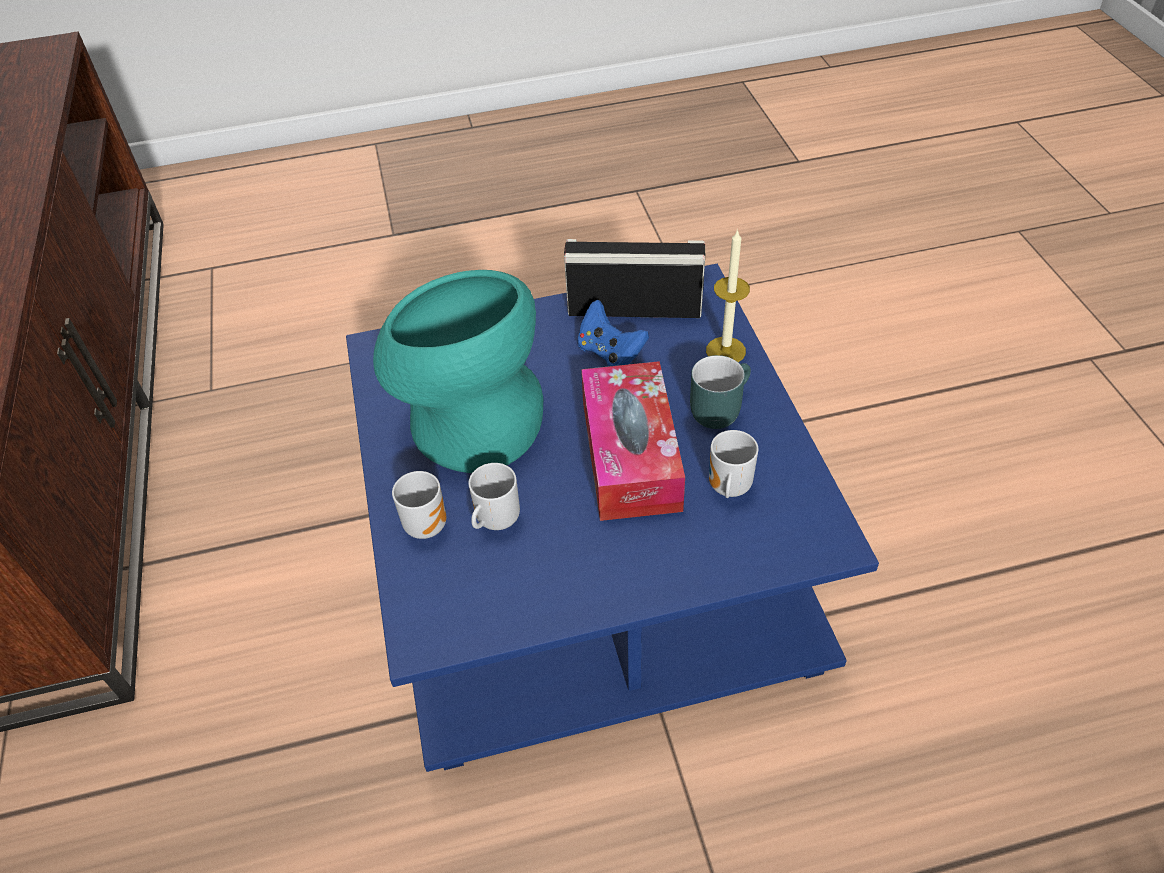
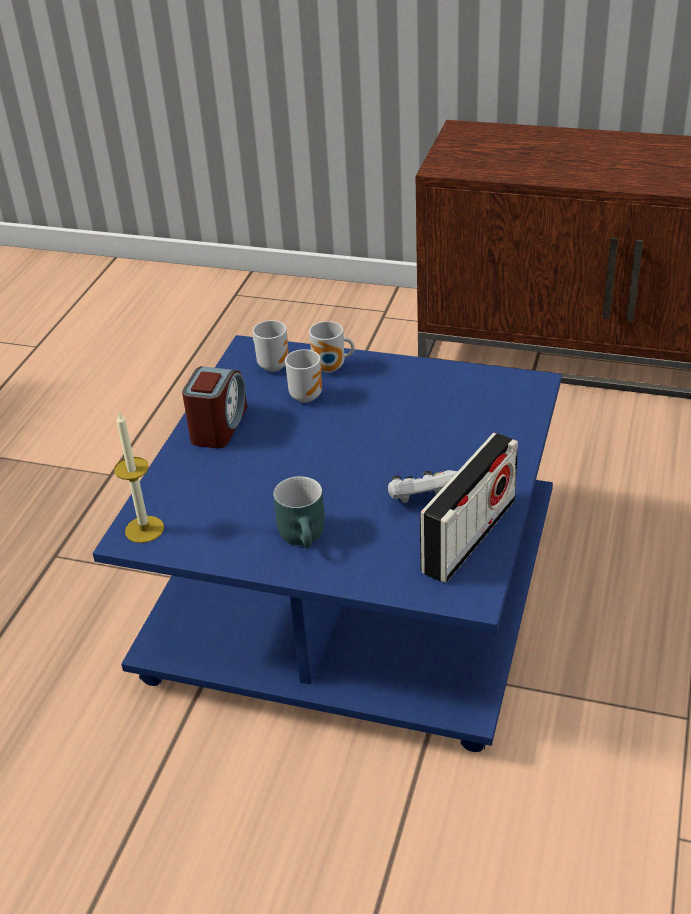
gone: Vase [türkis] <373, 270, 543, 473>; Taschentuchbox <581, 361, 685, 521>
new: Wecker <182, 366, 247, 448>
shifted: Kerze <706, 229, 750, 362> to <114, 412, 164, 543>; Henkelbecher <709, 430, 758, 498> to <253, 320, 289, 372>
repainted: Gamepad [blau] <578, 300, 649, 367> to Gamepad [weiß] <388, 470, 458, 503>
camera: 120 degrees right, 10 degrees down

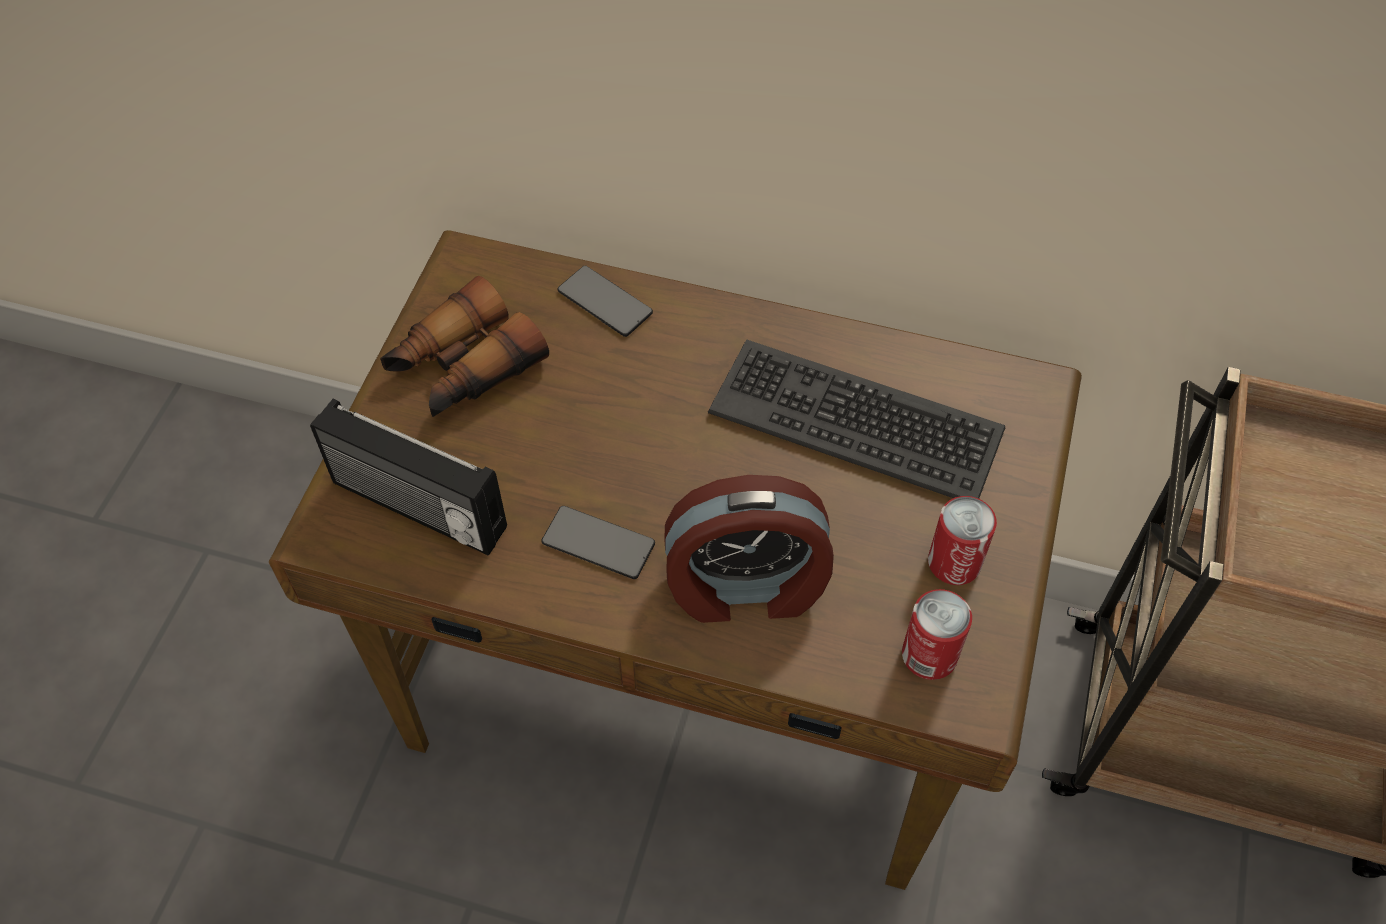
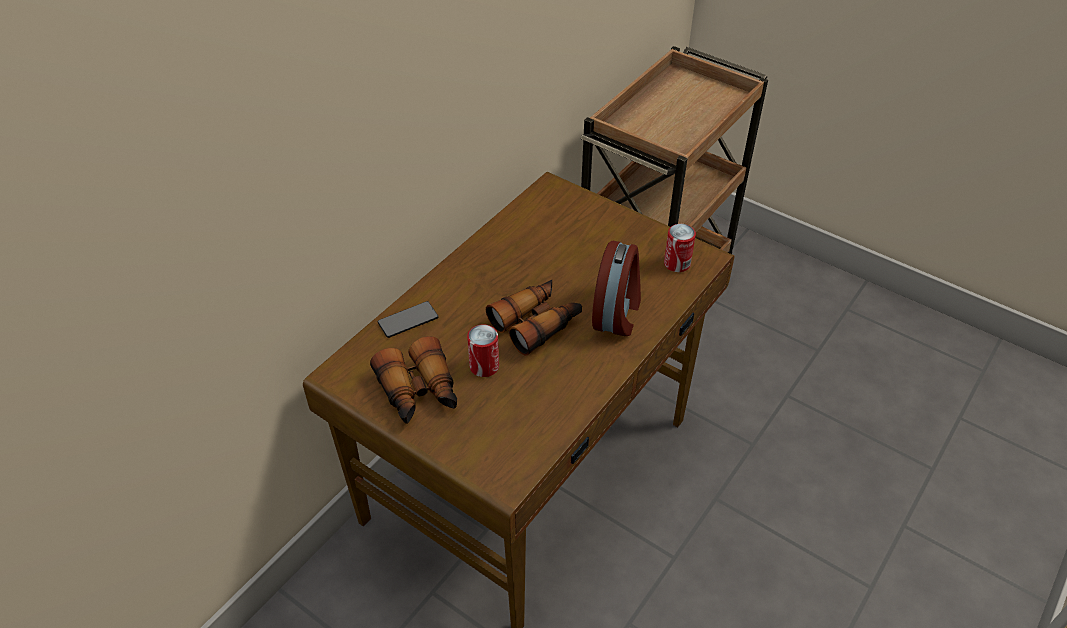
gone: Radio <310, 398, 507, 556>; Handy <541, 506, 655, 579>; Tastatur <708, 340, 1005, 499>
new: Fernglas <486, 280, 582, 356>
shifted: Dose <928, 496, 997, 585> to <467, 324, 499, 377>
camera: 70 degrees left, 10 degrees down

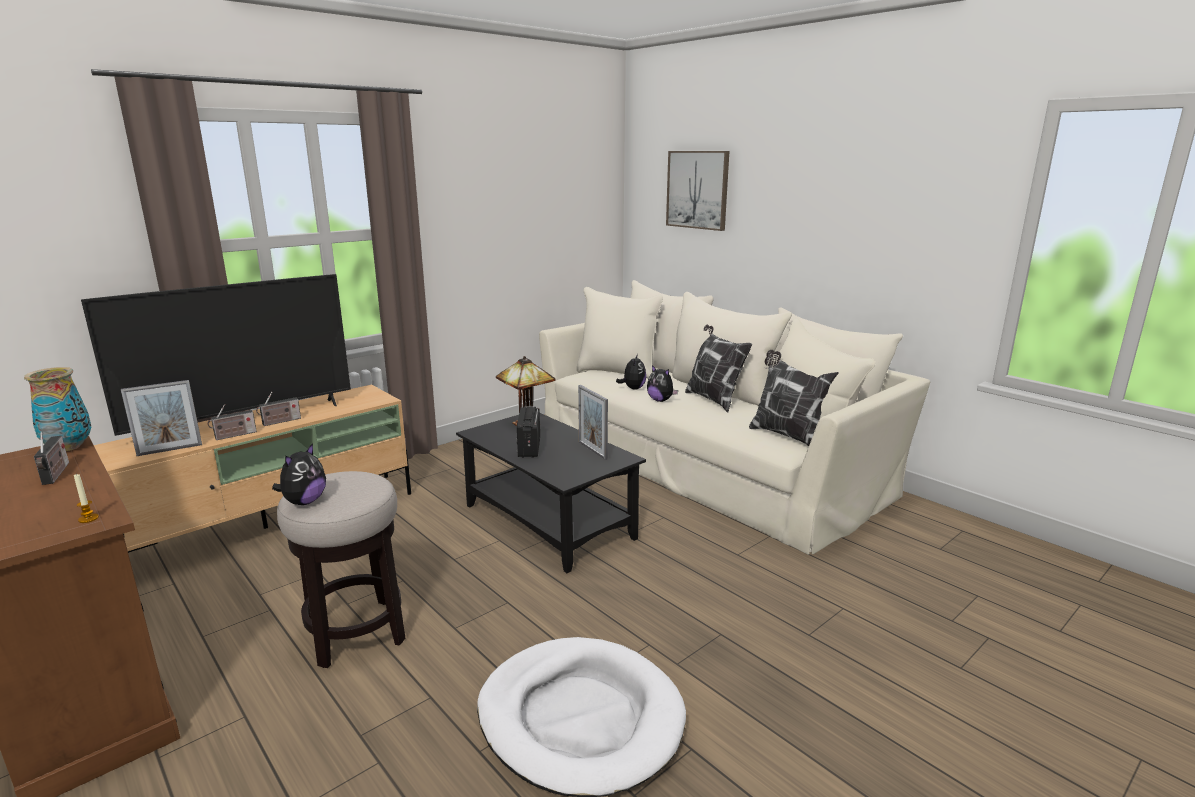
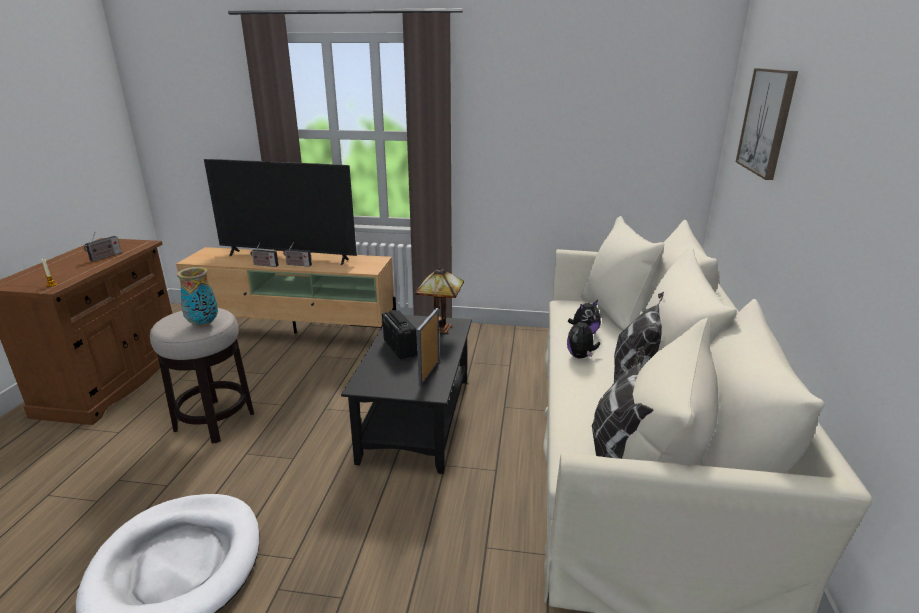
gone: Bilderrahmen <121, 380, 202, 456>; Plüschtier <272, 443, 326, 505>
shifted: Vase <24, 367, 91, 451> to <177, 267, 218, 327>
rotated: Radio <516, 406, 540, 458> = <382, 310, 417, 359> 105 degrees clockwise
camera: 50 degrees right, 5 degrees up

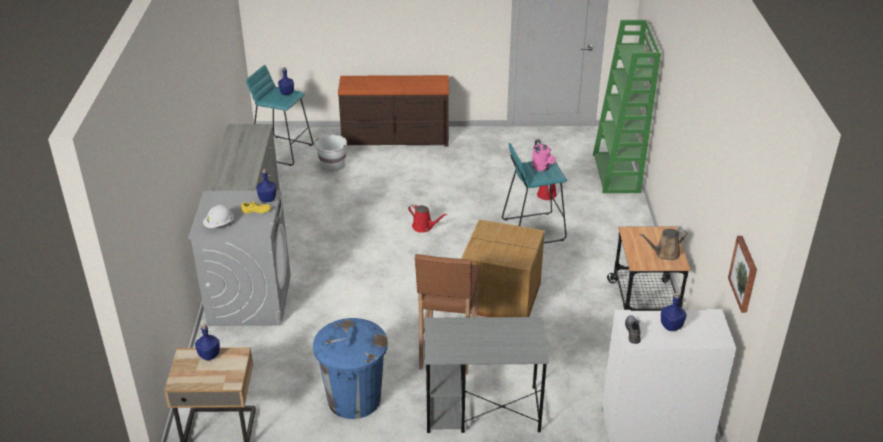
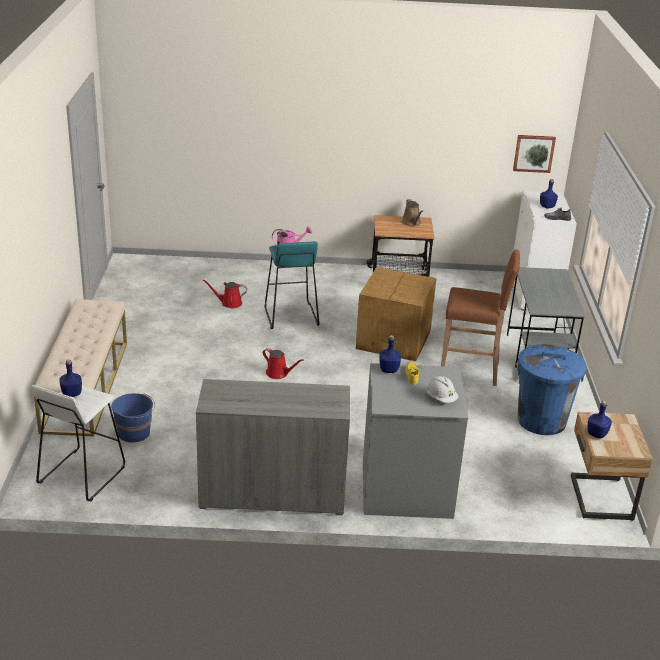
gone: Bücherregal [grün] <593, 20, 661, 193>
swapped: Kommode [braun] <338, 75, 449, 147> to Bank [beige] <34, 299, 127, 436>
repainted: Hocker [türkis] <246, 65, 313, 166> to Hocker [weiß] <31, 385, 125, 501>; Eimer [weiß] <314, 135, 347, 172> to Eimer [blau] <111, 393, 155, 443>
rotated: Gießkanne [rot] <408, 204, 447, 233> = <263, 348, 303, 379> 90 degrees clockwise
camera: 90 degrees left, 5 degrees down

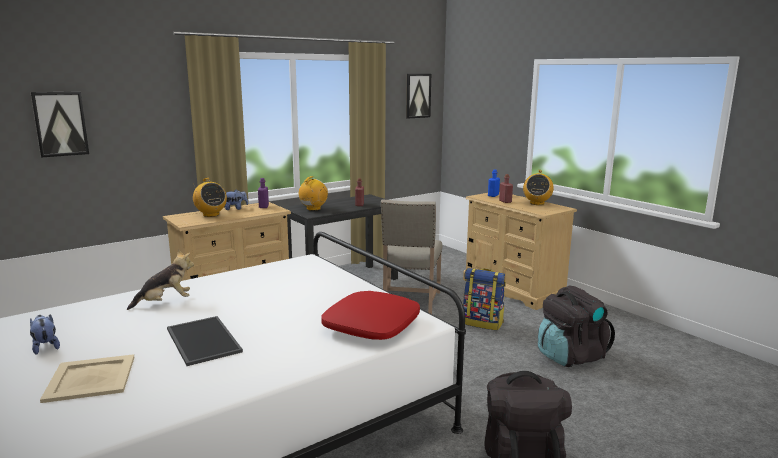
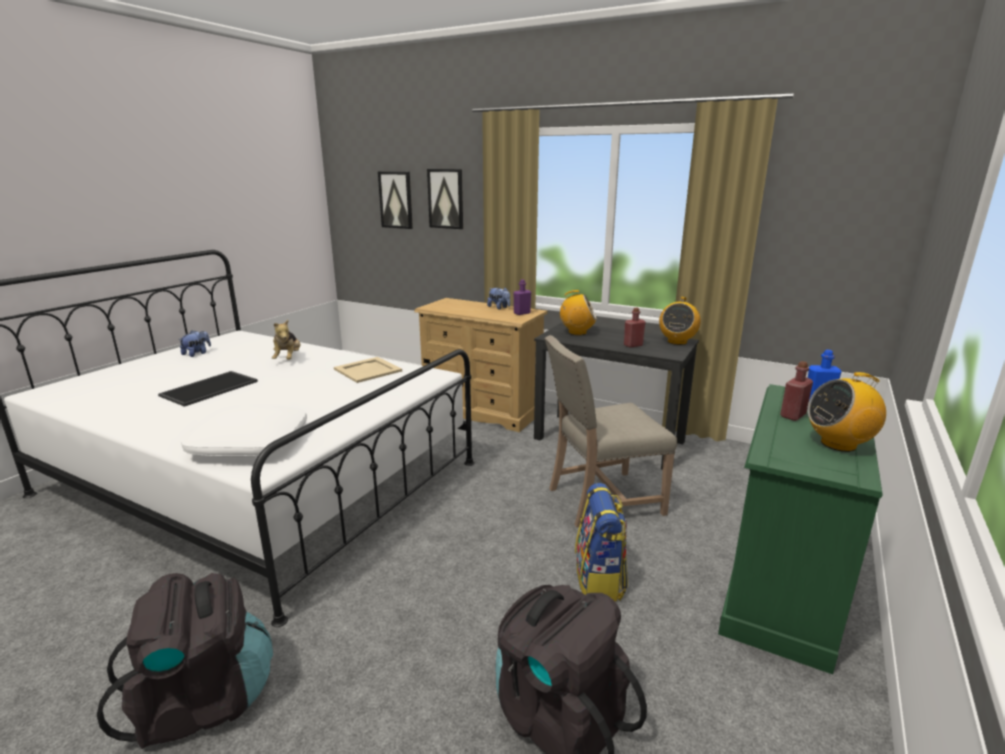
shifted: Tablett [beige] <40, 354, 135, 403> to <334, 357, 402, 383>; Radio <193, 178, 227, 217> to <659, 297, 701, 345>; Bild <406, 74, 431, 119> to <427, 169, 463, 229>
repainted: Kissen [rot] <321, 291, 420, 340> to Kissen [weiß] <181, 405, 307, 457>; Kommode [beige] <463, 191, 577, 310> to Kommode [grün] <718, 384, 883, 674>
rotated: Plüschtier <127, 249, 194, 310> = <272, 320, 300, 360> 45 degrees clockwise
camera: 65 degrees right, 5 degrees up

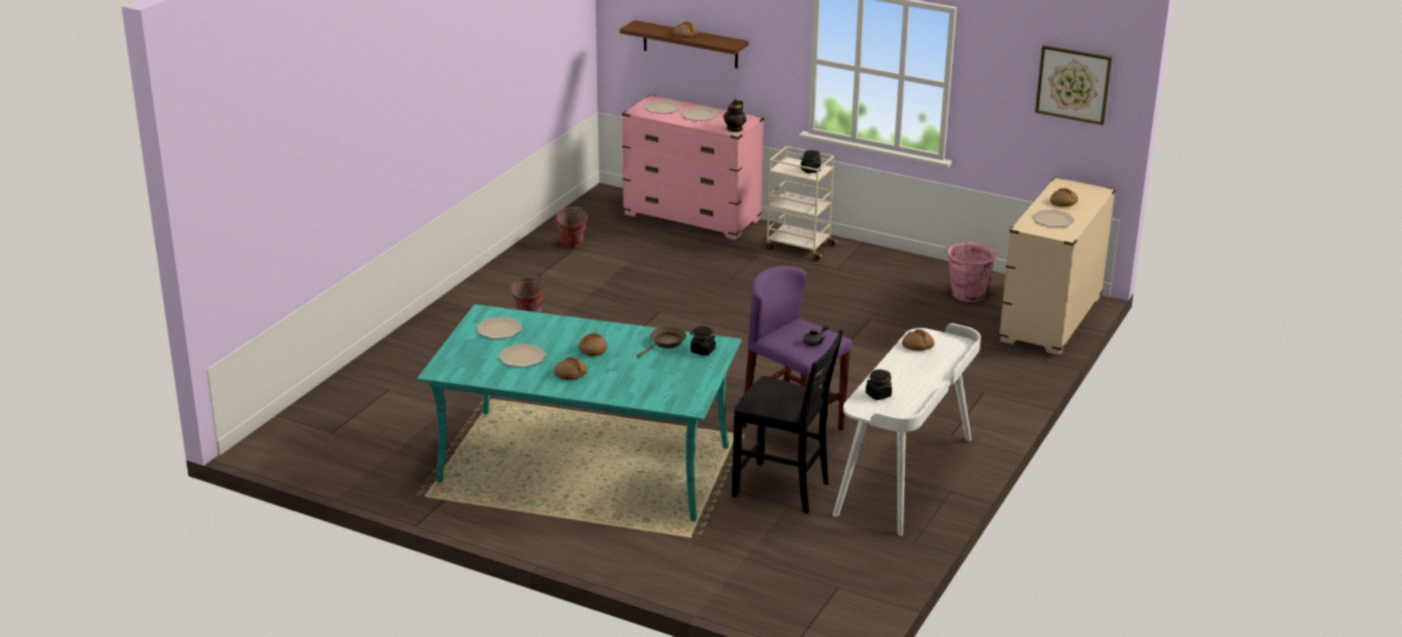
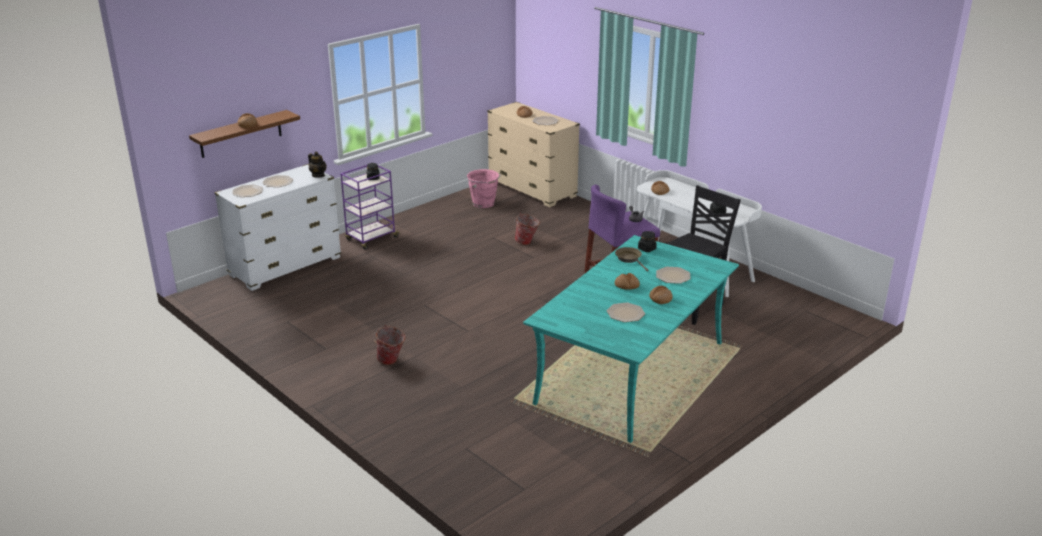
gone: Bild <1035, 45, 1112, 125>
shifted: Teller <476, 317, 522, 339> to <656, 267, 691, 284>; Eimer <554, 206, 588, 249> to <515, 213, 540, 245>
repainted: Kommode [rosa] <622, 95, 764, 240> to Kommode [weiß] <214, 164, 341, 291>; Rollwagen [beige] <765, 146, 838, 261> to Rollwagen [lila] <340, 165, 400, 250>
camera: 70 degrees left, 0 degrees up

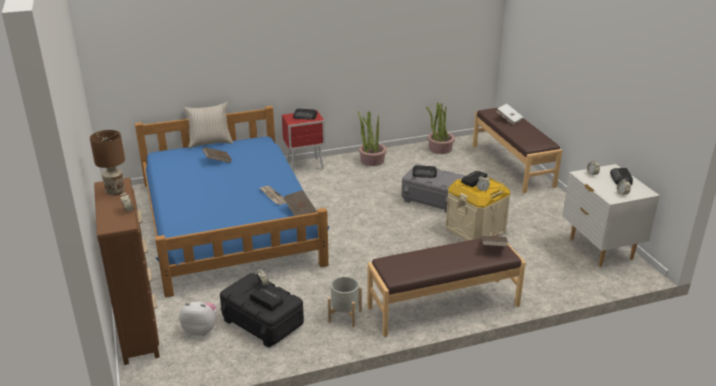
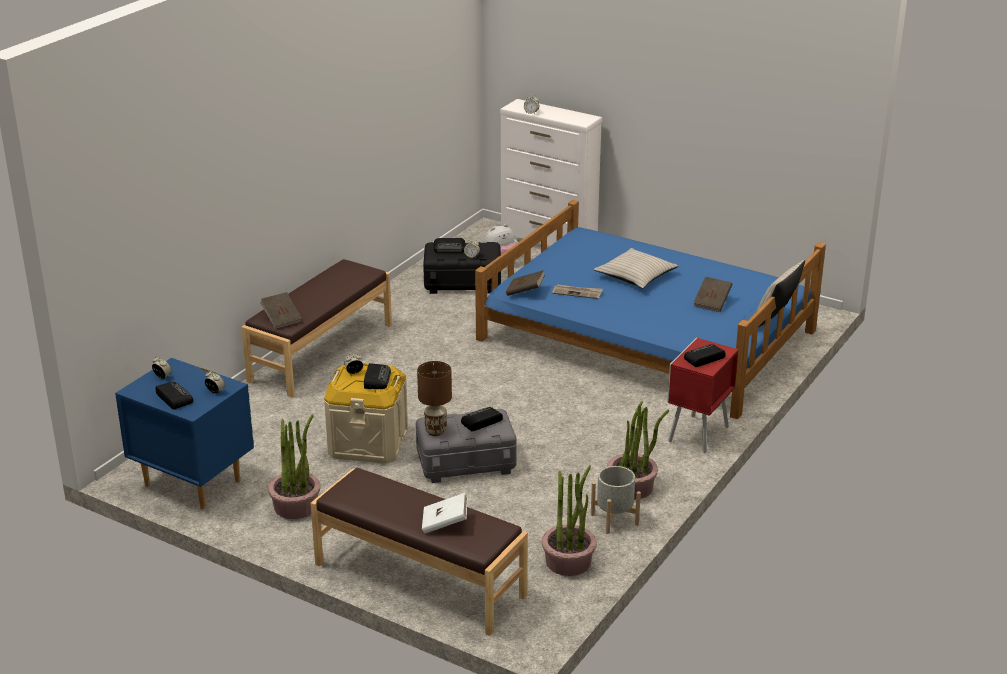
new: Topfpflanze <268, 414, 321, 519>; Kissen [beige] <593, 248, 679, 289>
shifted: Tischlampe [braun] <90, 130, 125, 195> to <417, 361, 452, 436>; Pflanzkübel [grau] <328, 276, 362, 327> to <591, 466, 641, 534>
repainted: Kommode [braun] <94, 177, 160, 365> to Kommode [weiß] <500, 99, 602, 246>; Nachttisch [weiß] <562, 164, 660, 267> to Nachttisch [blau] <115, 358, 254, 509>
camera: 140 degrees right, 0 degrees up

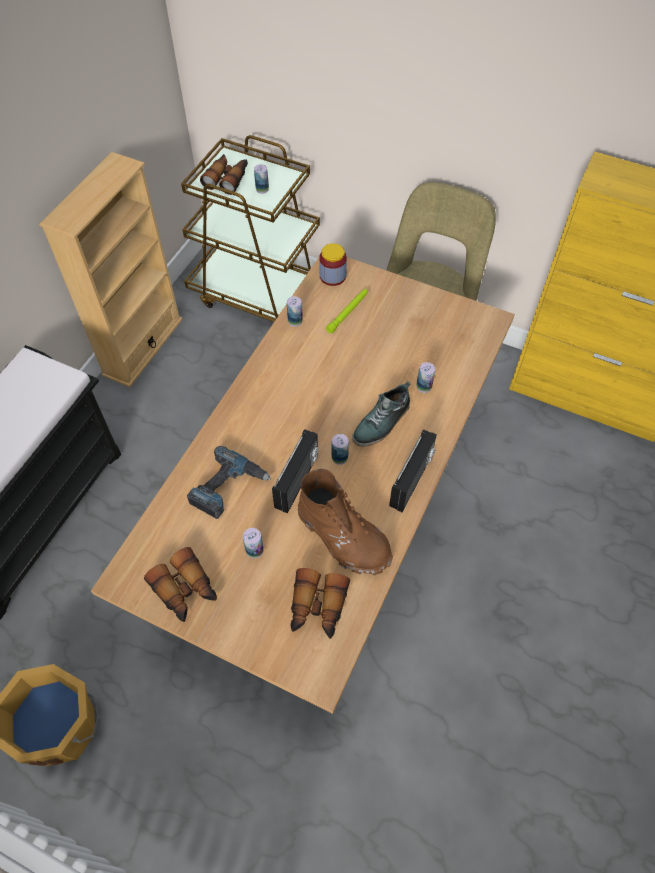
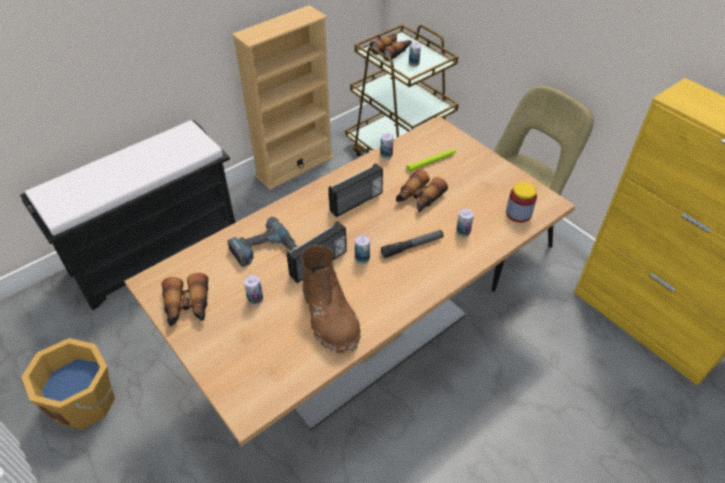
shifted: Fernglas <290, 568, 350, 639> to <396, 169, 448, 212>; Vorratsglas <319, 243, 347, 286> to <506, 182, 537, 222>; Radio <389, 429, 437, 512> to <328, 163, 383, 217>
swapped: Schuh <352, 381, 410, 447> to Taschenlampe <381, 230, 444, 258>
camera: 25 degrees right, 10 degrees down

